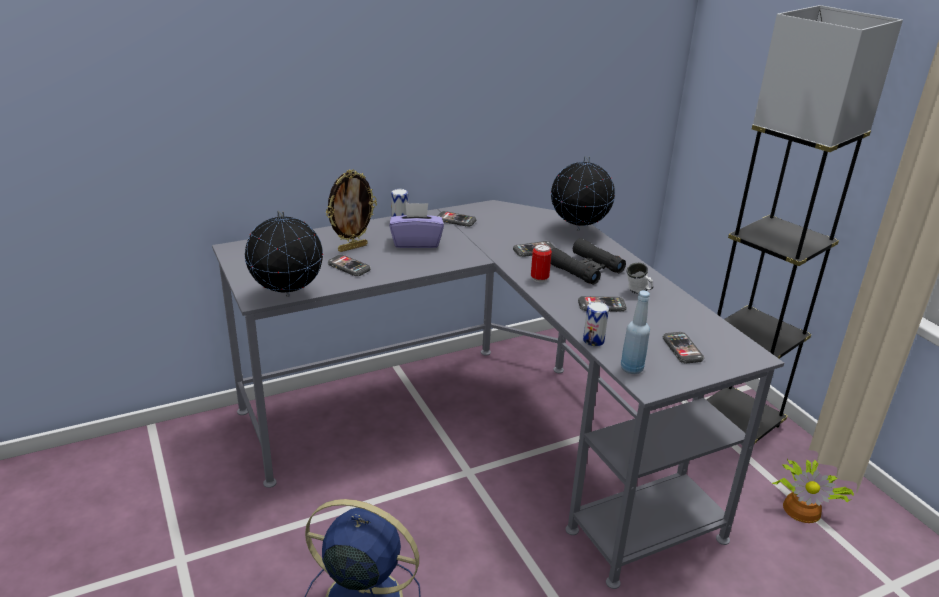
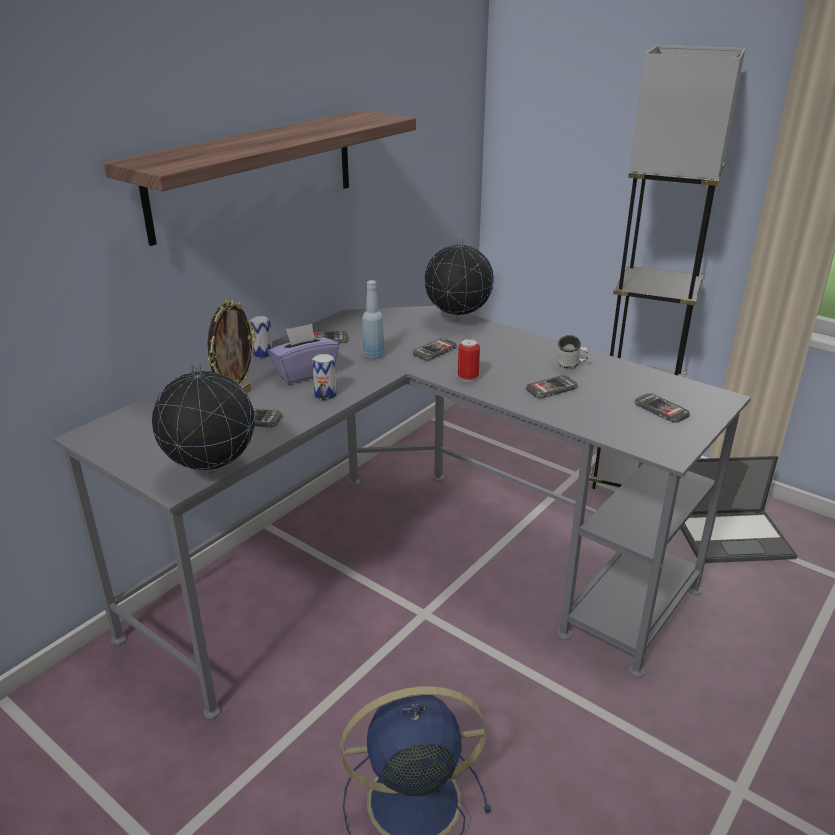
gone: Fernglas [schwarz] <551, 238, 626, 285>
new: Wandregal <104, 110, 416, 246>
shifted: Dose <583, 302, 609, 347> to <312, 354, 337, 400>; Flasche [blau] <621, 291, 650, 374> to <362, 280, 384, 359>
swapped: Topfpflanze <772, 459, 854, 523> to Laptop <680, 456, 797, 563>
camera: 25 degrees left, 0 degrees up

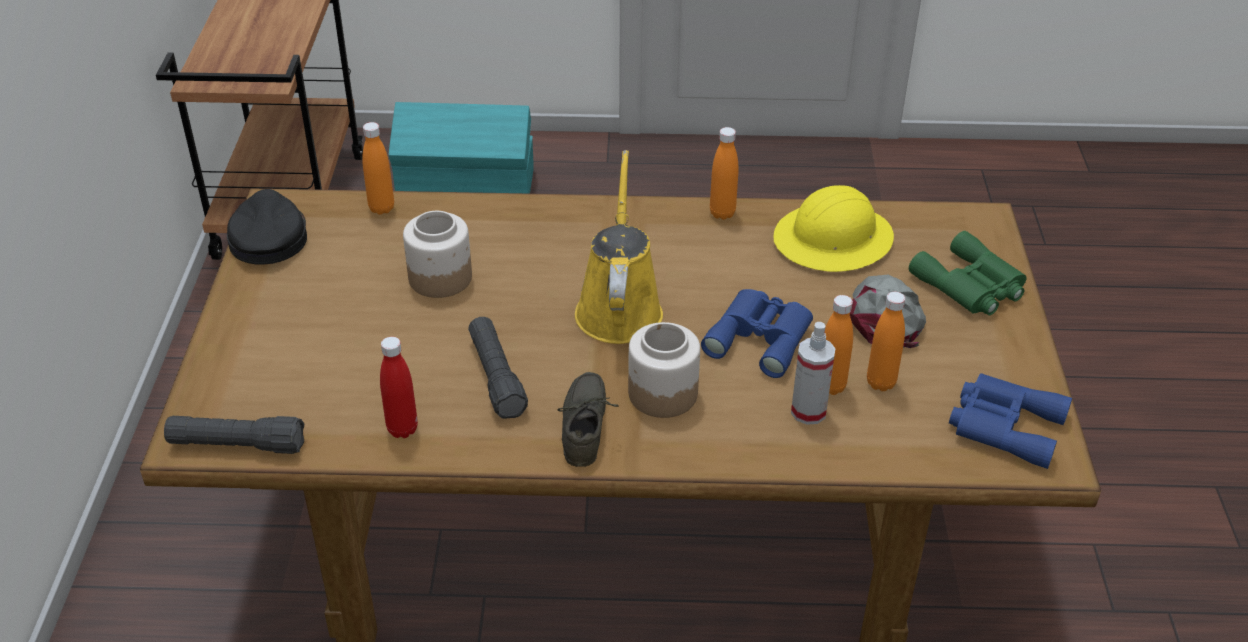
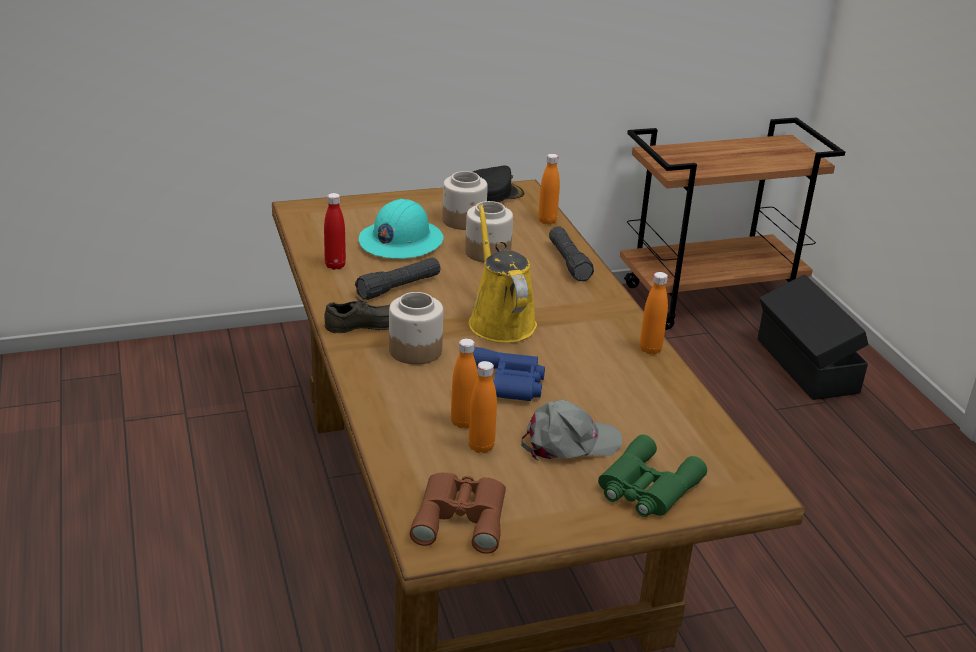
gone: Schutzhelm [gelb] <773, 185, 894, 272>; Sprühflasche <791, 322, 836, 425>
new: Schutzhelm [türkis] <359, 199, 443, 259>; Vorratsglas <442, 171, 488, 230>
shifted: Taschenlampe [schwarz] <164, 416, 304, 454> to <549, 226, 594, 281>
repainted: Aufbewahrungsbox [türkis] <389, 102, 534, 194> to Aufbewahrungsbox [schwarz] <758, 275, 869, 400>; Fernglas [blau] <949, 373, 1072, 469> to Fernglas [braun] <410, 472, 506, 554>
rotated: Gießkanne [gelb] <575, 150, 663, 344> = <469, 204, 537, 343> 90 degrees counterclockwise
camera: 70 degrees right, 10 degrees down

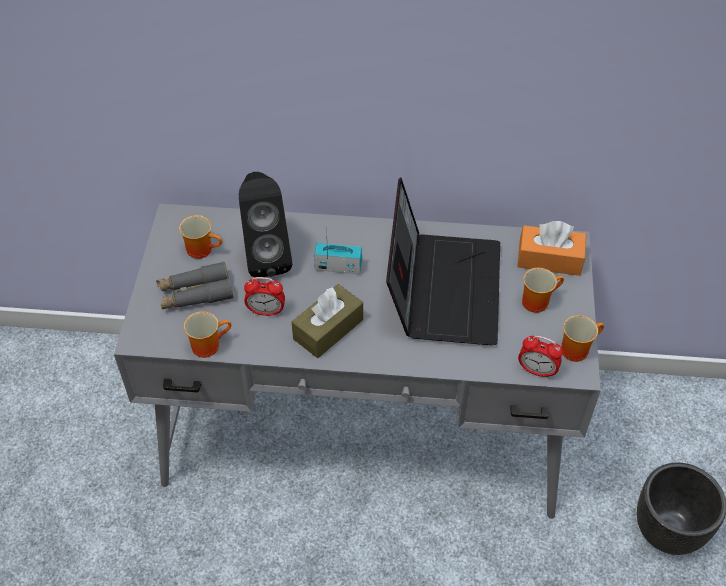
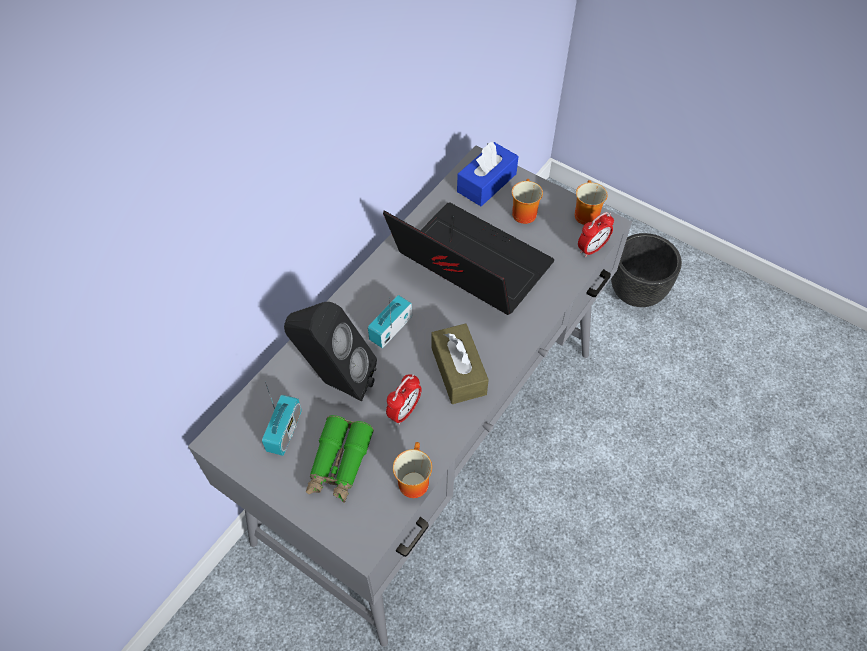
swapped: Henkelbecher <179, 215, 222, 259> to Radio <262, 382, 302, 456>
repainted: Fernglas [grau] <156, 261, 233, 309> to Fernglas [grün] <306, 415, 374, 503>; Taschentuchbox [orange] <517, 221, 586, 276> to Taschentuchbox [blau] <457, 141, 519, 206>
camera: 60 degrees left, 5 degrees up

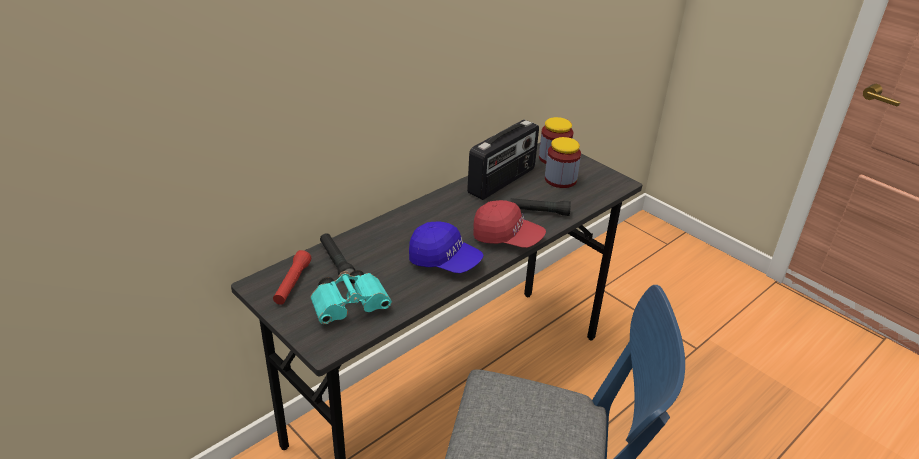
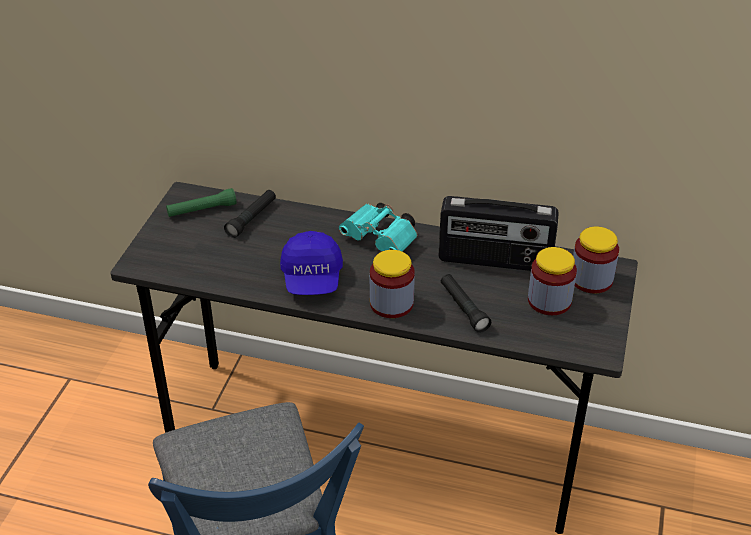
shifted: Fernglas [türkis] <310, 270, 392, 324> to <339, 203, 417, 252>
swapped: Kappe [rot] <473, 200, 546, 248> to Vorratsglas <370, 250, 415, 318>
repainted: Taschenlampe [rot] <273, 250, 311, 304> to Taschenlampe [grün] <166, 188, 237, 217>
camera: 60 degrees right, 5 degrees up

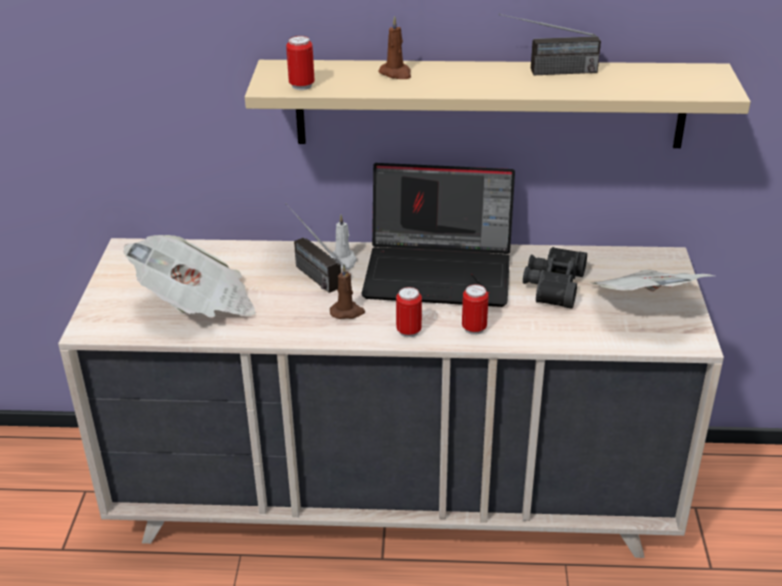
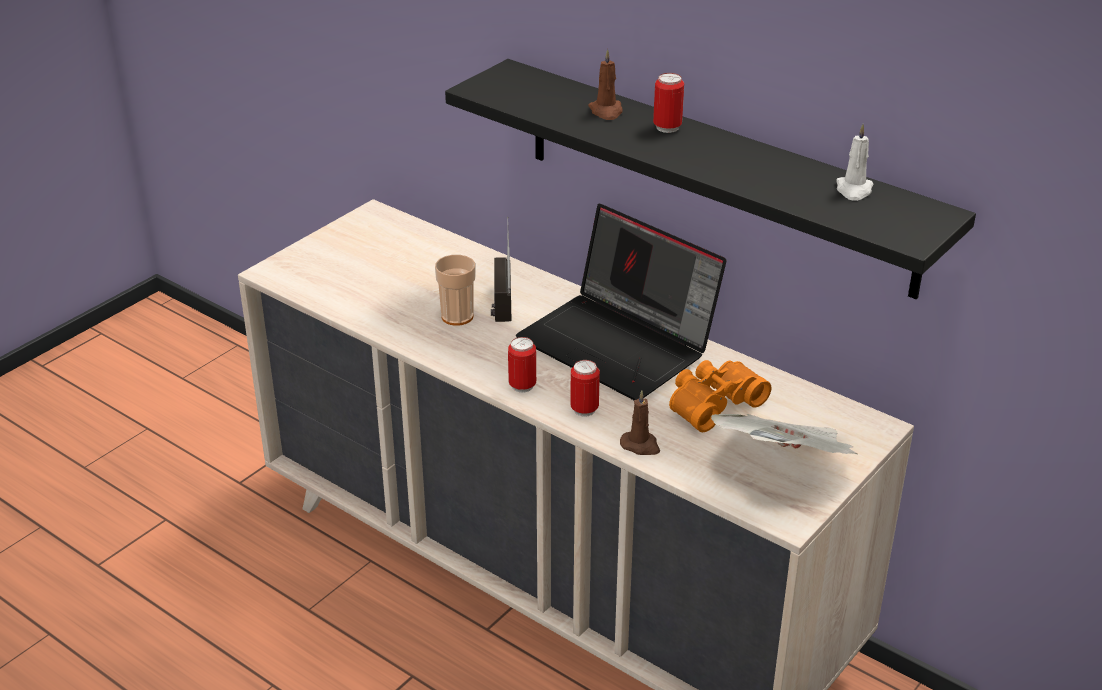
gone: Zeitung <123, 235, 256, 318>; Radio <499, 14, 601, 75>
new: Tasse <435, 255, 475, 326>
shifted: Dose <286, 36, 315, 90> to <653, 73, 684, 133>; Kerze [weiß] <329, 215, 357, 269> to <836, 124, 873, 201>; Kerze [braun] <330, 265, 365, 319> to <620, 390, 660, 455>
repainted: Wandregal [beige] <245, 60, 751, 148> to Wandregal [schwarz] <445, 59, 976, 300>; Fernglas [schwarz] <523, 247, 587, 309> to Fernglas [orange] <669, 360, 771, 432>
camera: 35 degrees right, 0 degrees up

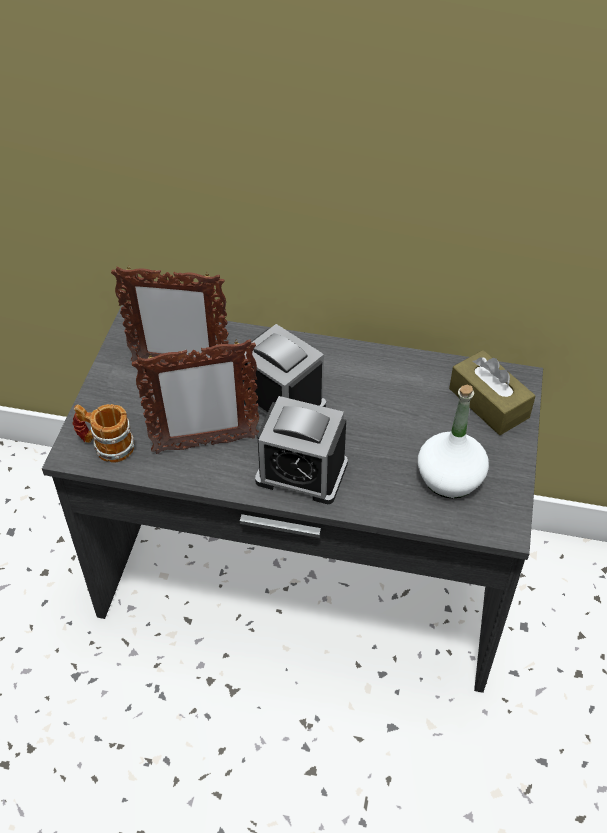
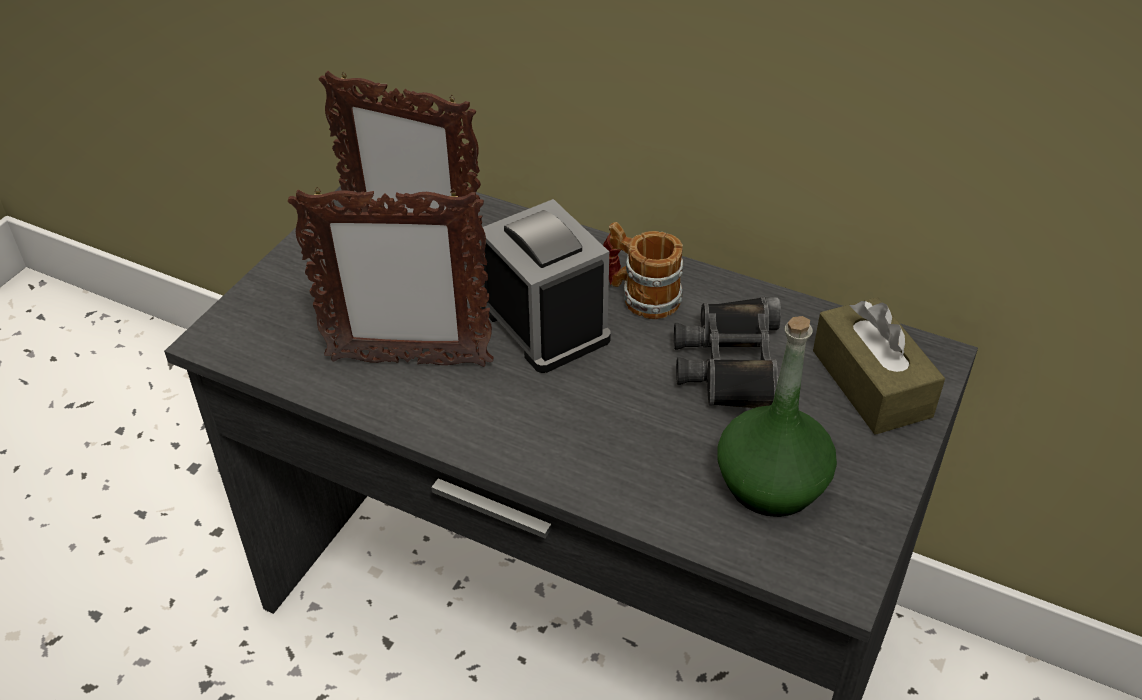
gone: Wecker <255, 396, 348, 504>
new: Fernglas [schwarz] <674, 297, 781, 408>
shifted: Henkelbecher <72, 404, 134, 463> to <603, 222, 683, 319>
repainted: Flasche [weiß] <418, 385, 489, 498> to Flasche [grün] <717, 316, 837, 517>
camera: 15 degrees right, 5 degrees down

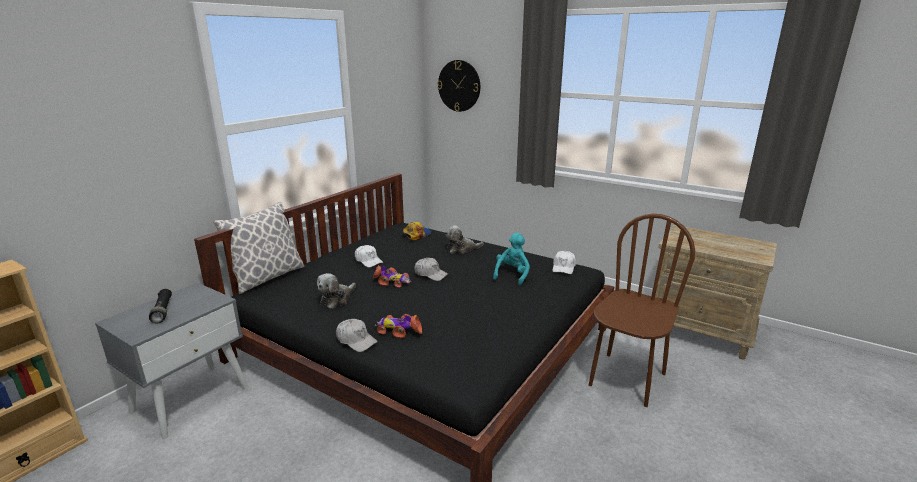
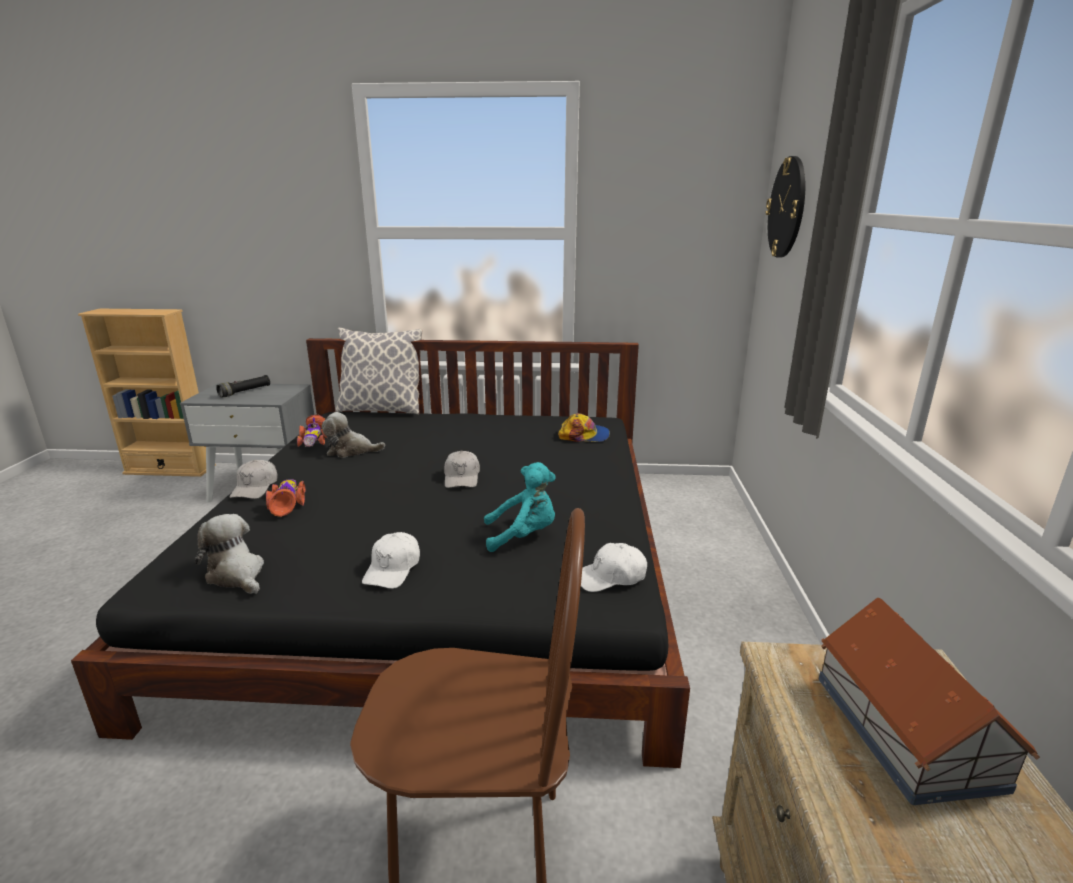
new: Spielzeughaus <819, 598, 1040, 805>
shifted: Kappe [weiß] <355, 245, 383, 267> to <362, 532, 420, 589>; Spielzeugauto <373, 265, 411, 288> to <297, 415, 327, 447>; Plüschtier <445, 225, 484, 254> to <195, 514, 264, 594>
camera: 60 degrees right, 0 degrees up

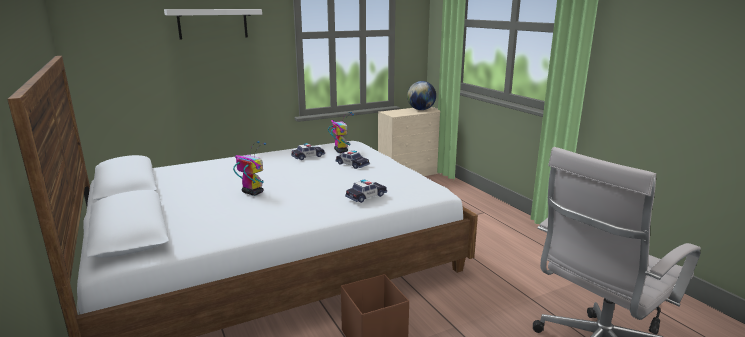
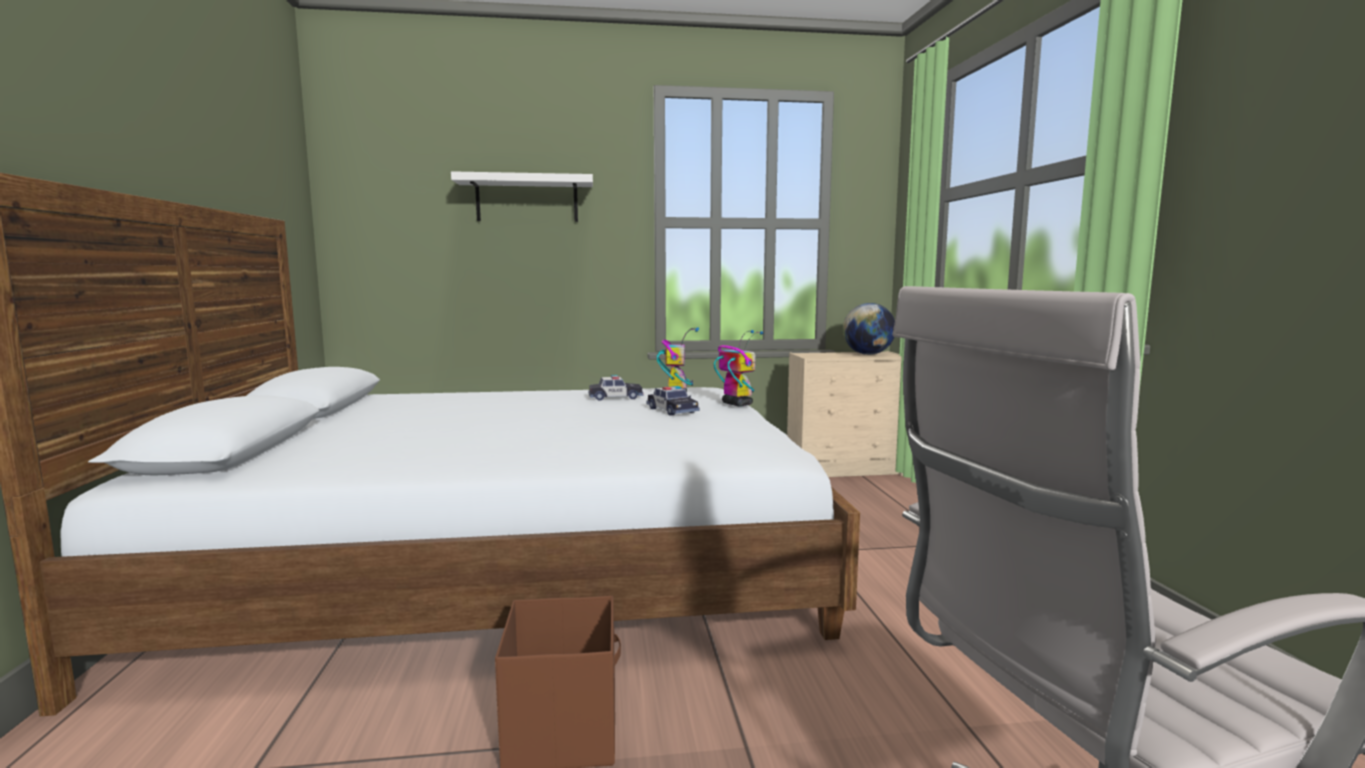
gone: Spielzeugauto <345, 179, 387, 203>
shifted: Spielzeugroboter <233, 141, 266, 196> to <714, 330, 763, 407>
camera: 20 degrees right, 10 degrees down

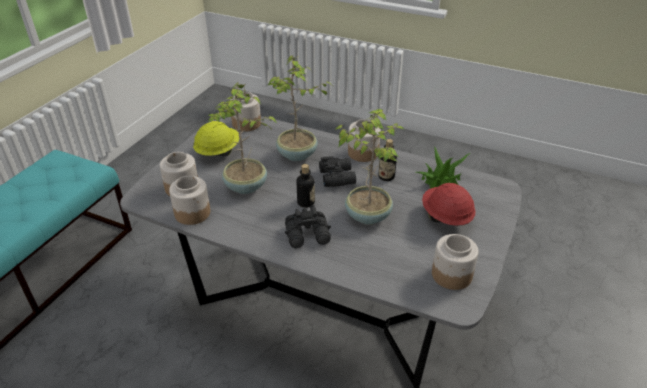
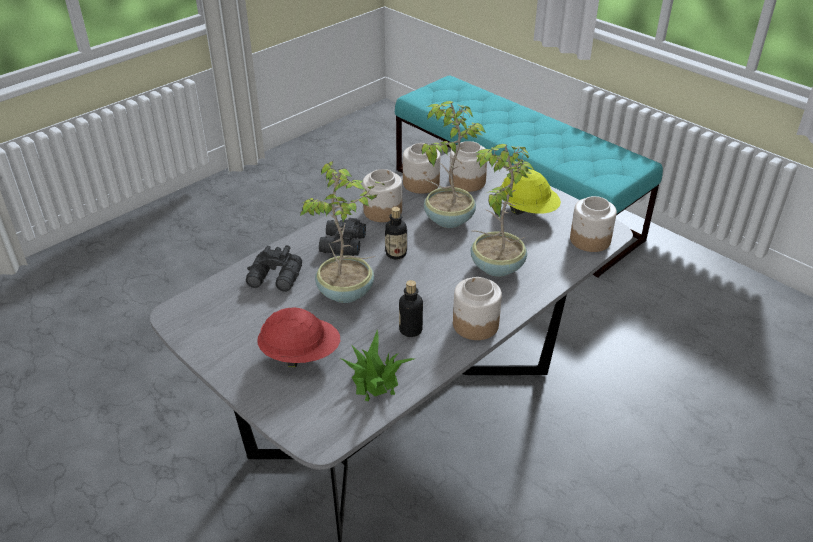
shifted: Fernglas [schwarz] <319, 156, 356, 187> to <246, 245, 302, 292>; Vorratsglas <432, 234, 479, 290> to <363, 169, 402, 222>
camera: 110 degrees right, 0 degrees up

